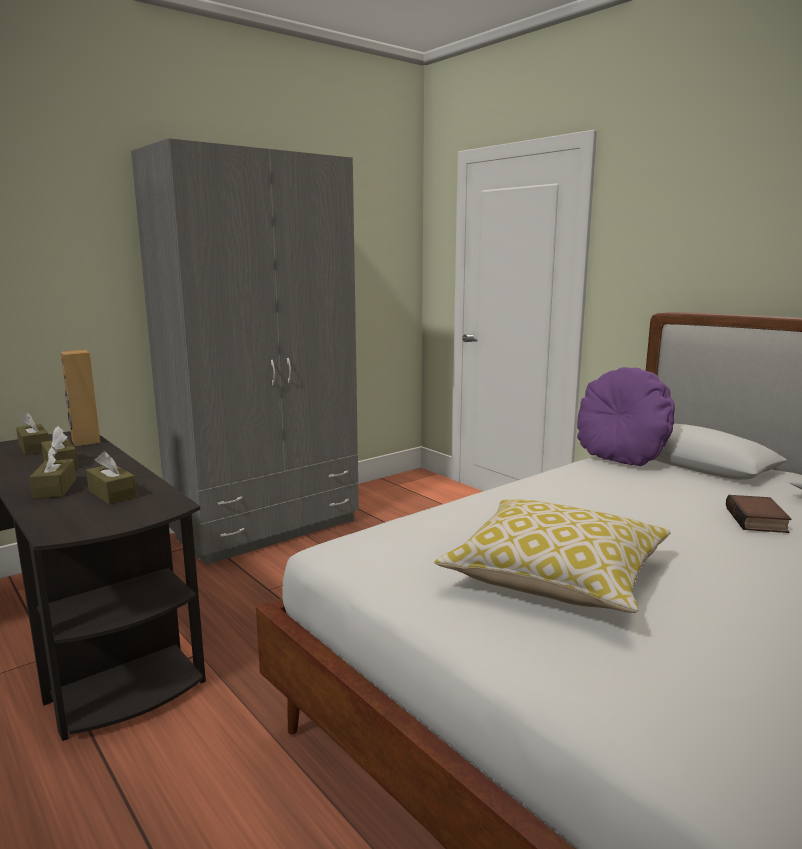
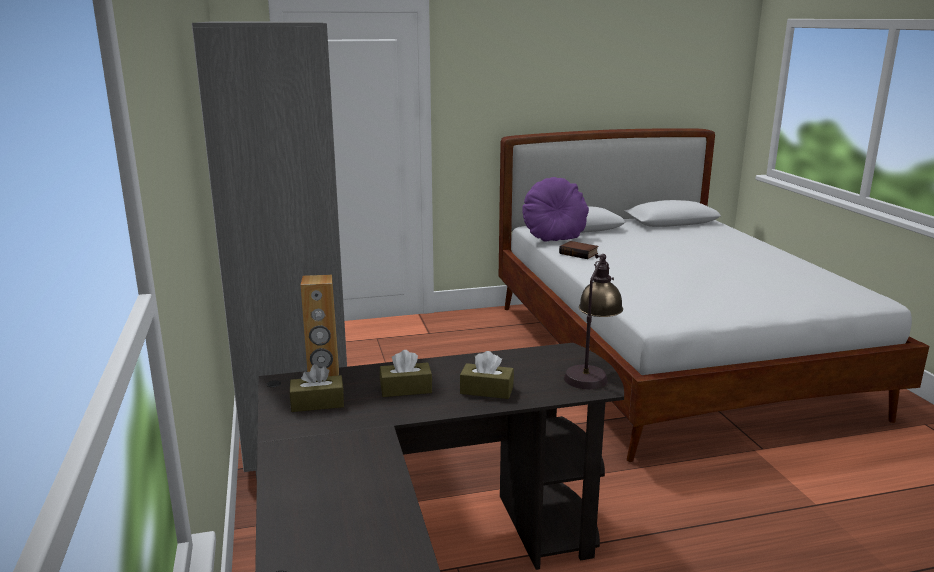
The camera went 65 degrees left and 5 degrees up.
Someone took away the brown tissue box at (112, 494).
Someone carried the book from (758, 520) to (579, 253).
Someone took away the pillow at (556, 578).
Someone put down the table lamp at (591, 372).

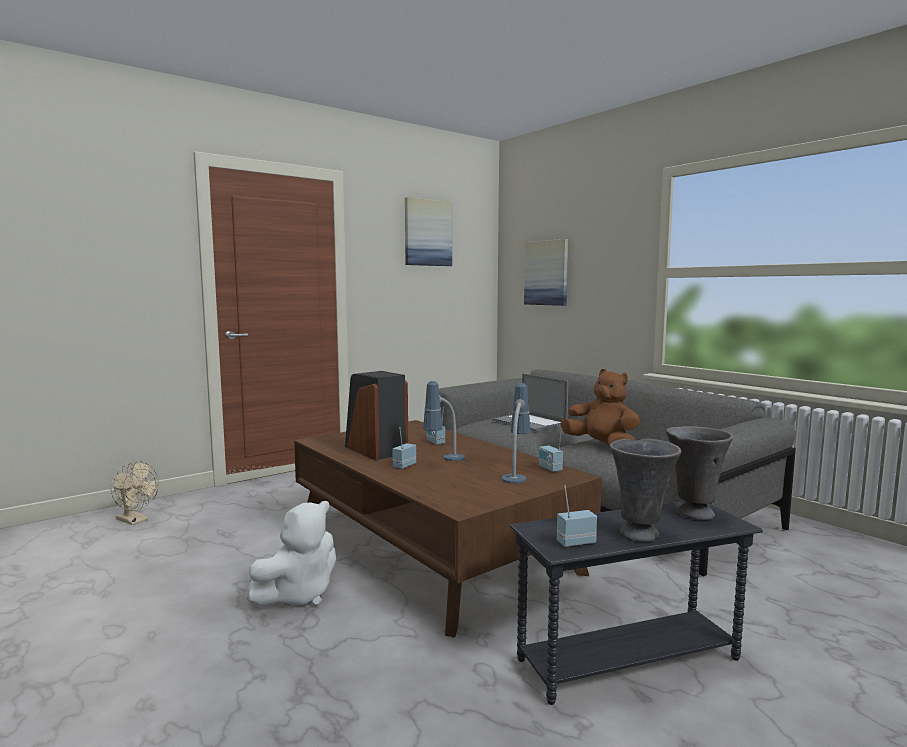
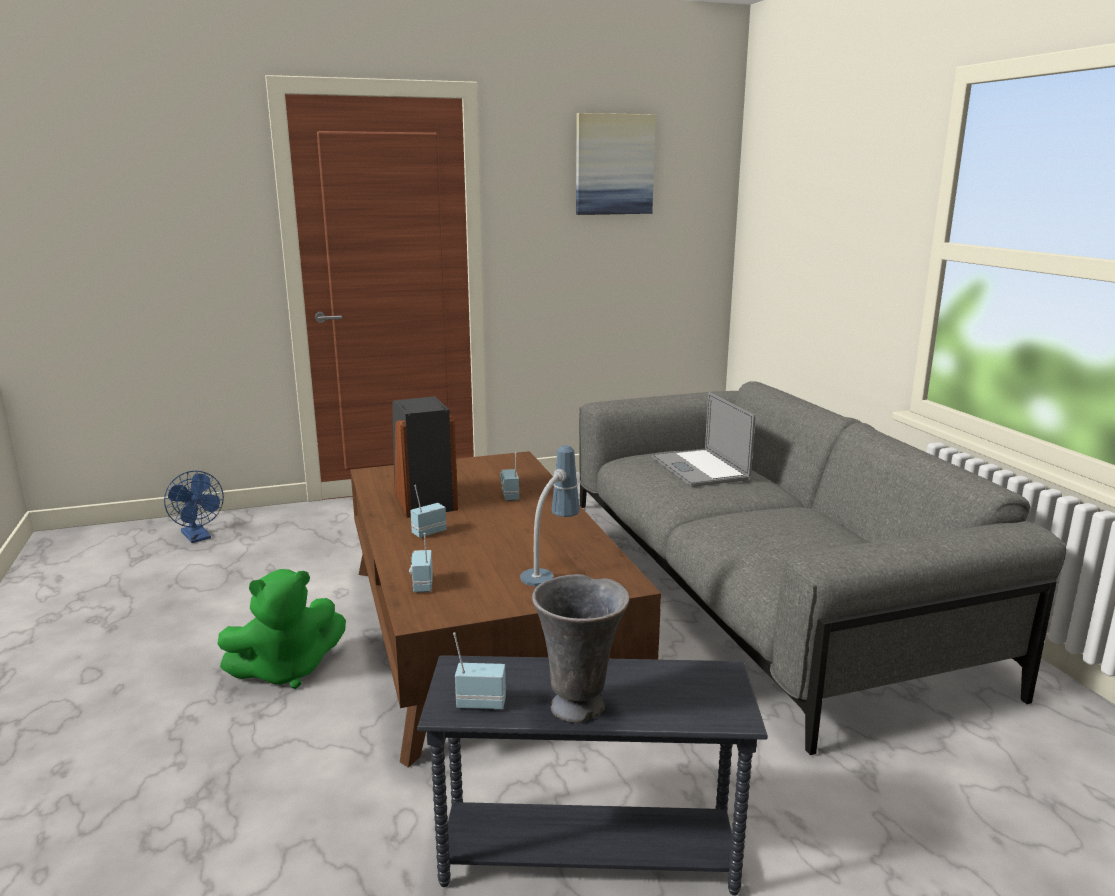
The camera went 20 degrees right and 10 degrees up.
Someone took away the picture at (546, 273).
Someone took away the brown plush toy at (602, 446).
Someone took away the table lamp at (444, 461).
Someone took away the grey vase at (693, 513).
Someone carried the radio from (549, 469) to (421, 585).
Someone repainted the beige fan at (135, 521), which became the blue fan at (198, 537).
Someone repainted the white plush toy at (298, 595), which became the green plush toy at (287, 670).

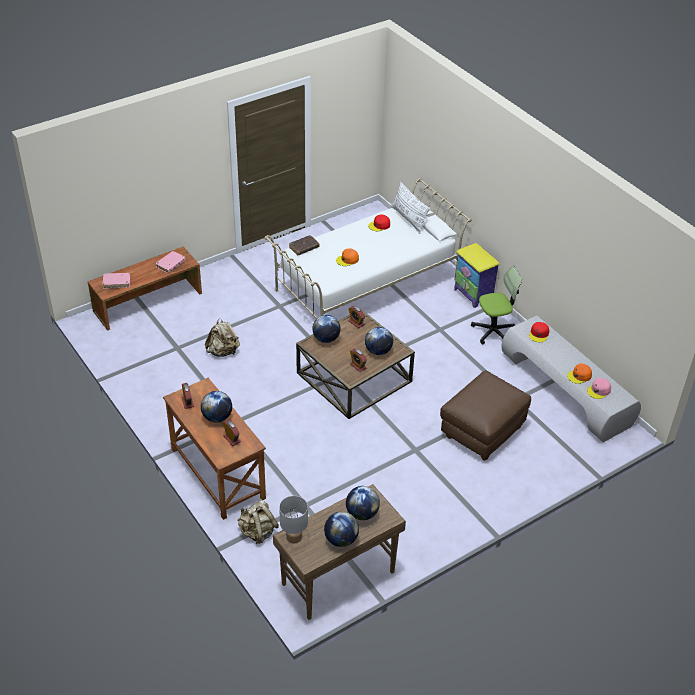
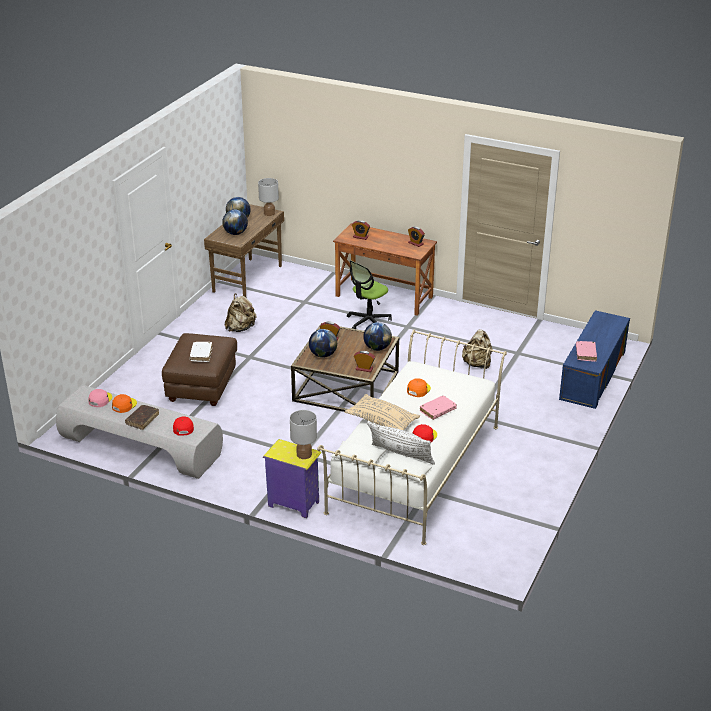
The camera went 150 degrees right and 10 degrees down.
Someone carried the brown book from (304, 248) to (142, 420).
Someone repainted the brown bench at (148, 301), which became the blue bench at (593, 375).
Someone carried the office chair from (494, 332) to (368, 322).
Someone carried the pink book from (116, 283) to (437, 411).
Someone took away the globe at (217, 417).
Someone carried the beige backpack from (257, 532) to (240, 328).
Someone put down the white book at (201, 354).
Someone put down the beige pillow at (382, 421).
Someone put down the grey table lamp at (304, 455).

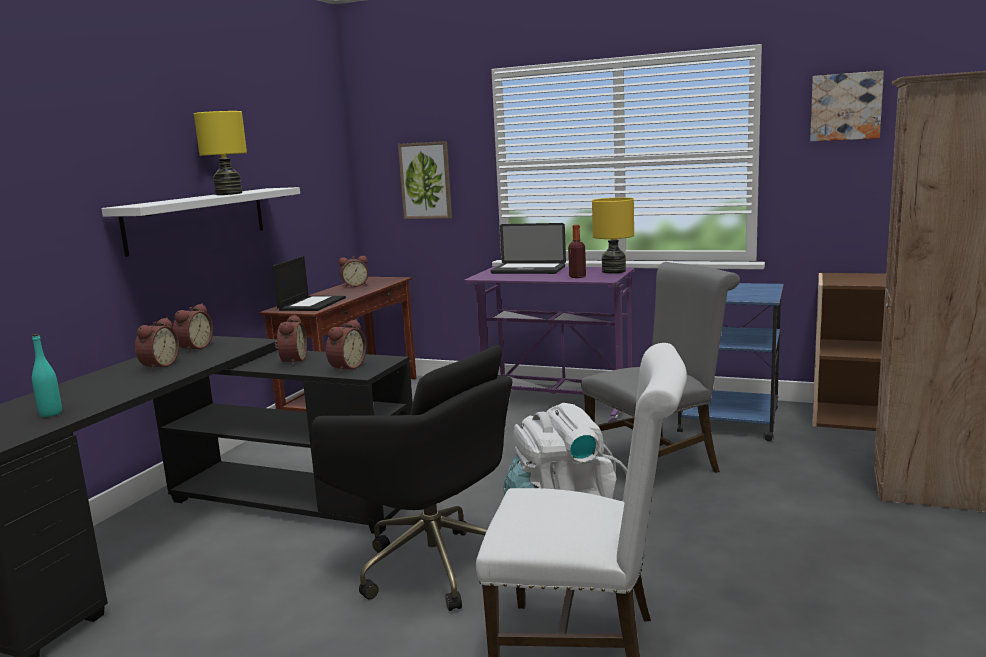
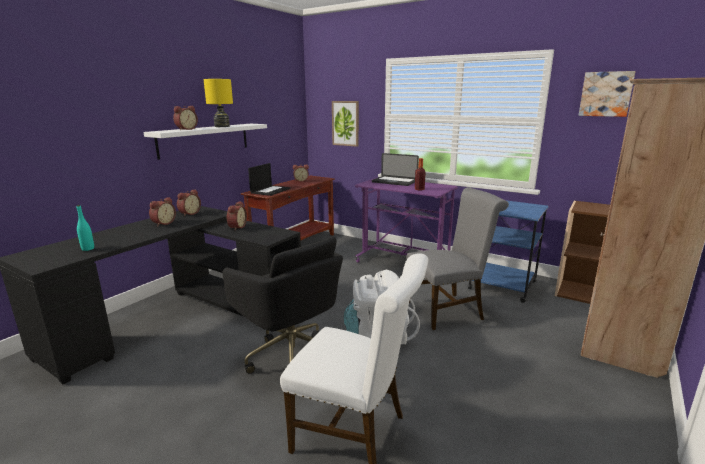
The camera went 10 degrees right and 5 degrees up.
Someone took away the yellow table lamp at (613, 271).
Someone carried the alarm clock from (346, 367) to (186, 129).

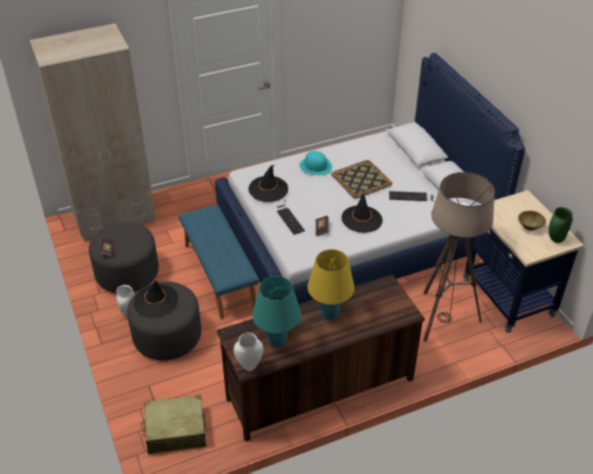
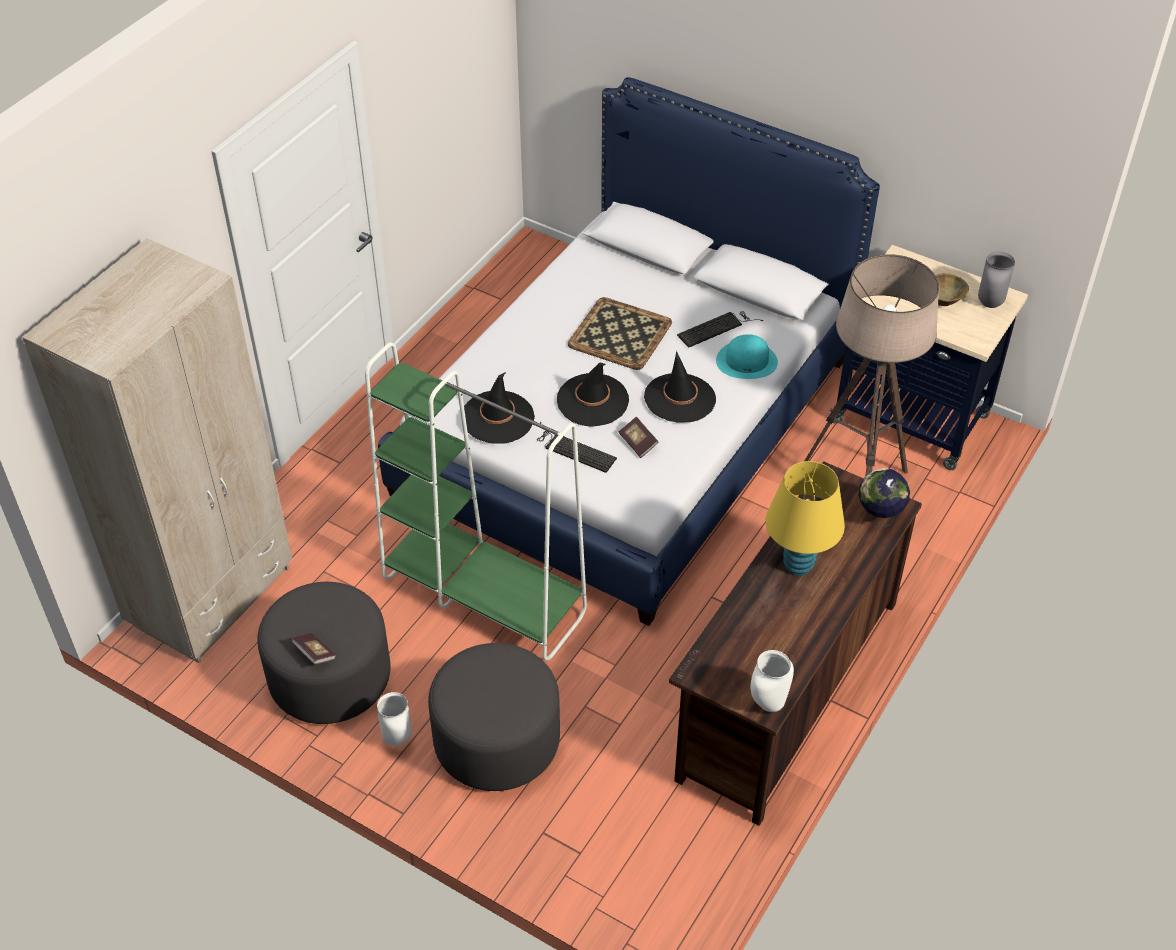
The camera went 35 degrees left and 5 degrees up.
Someone carried the turquoise hat from (316, 166) to (747, 361).
Someone swapped the blue bench at (220, 275) for the green clothes rack at (485, 598).
Someone repainted the green vase at (556, 240), which became the grey vase at (990, 304).
Someone took away the turquoise table lamp at (277, 341).
Someone carried the black hat from (156, 301) to (592, 400).
Someone took away the beige suitcase at (175, 431).
Someone put down the globe at (878, 518).

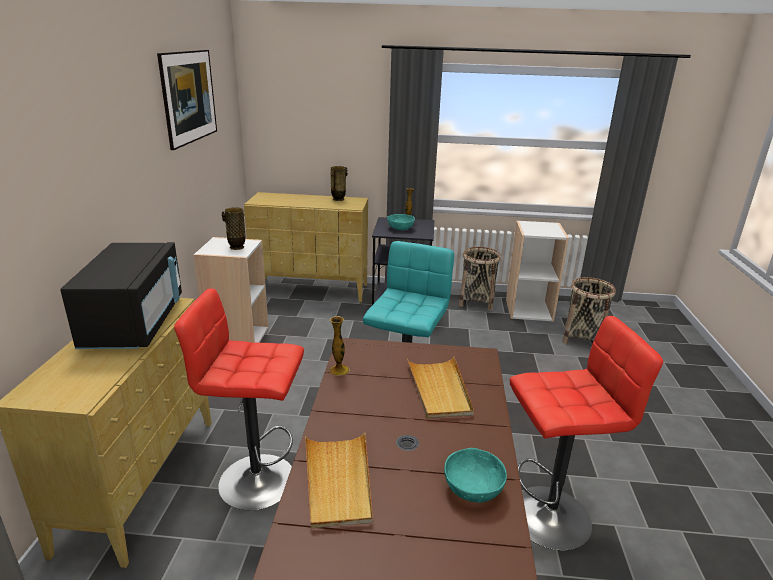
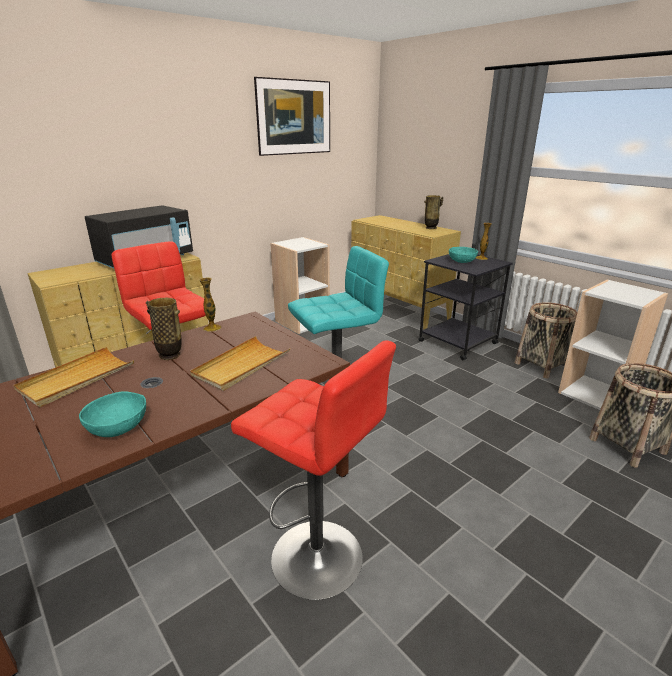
The camera went 45 degrees right and 0 degrees up.
Someone carried the vase from (236, 247) to (170, 355).

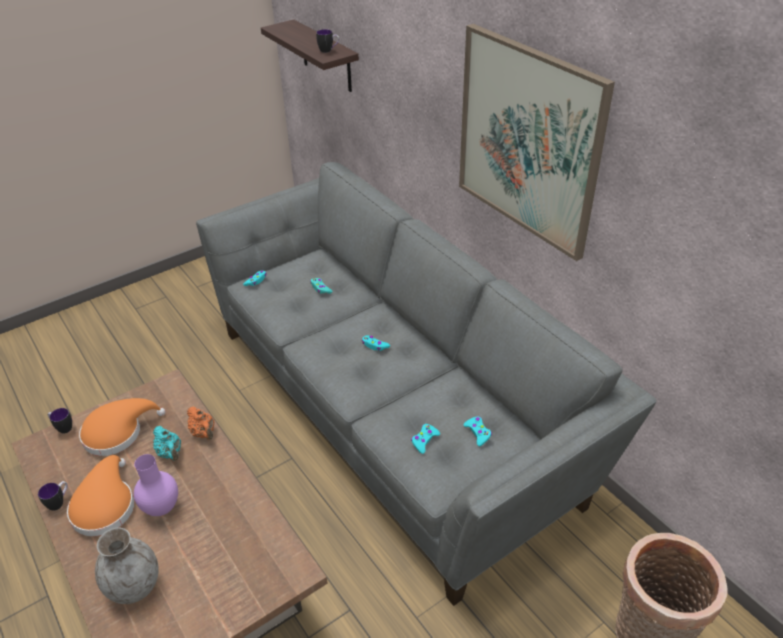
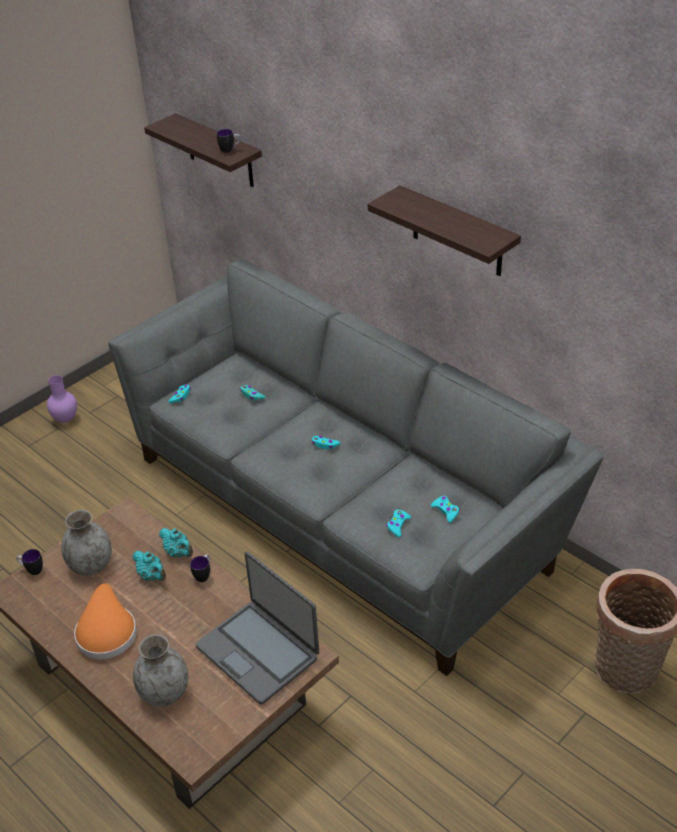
The camera went 10 degrees left and 0 degrees up.
Someone swapped the picture at (528, 141) for the shelf at (457, 232).
Someone swapped the orange hat at (117, 432) for the grey vase at (90, 565).
Someone repainted the orange teapot at (204, 433), which became the turquoise teapot at (178, 553).
Someone carried the purple vase from (162, 507) to (65, 419).
Someone carried the mug from (59, 502) to (203, 575).
Someone put down the laptop at (258, 652).

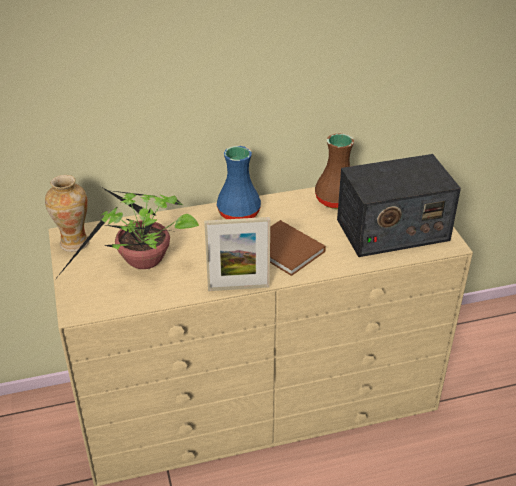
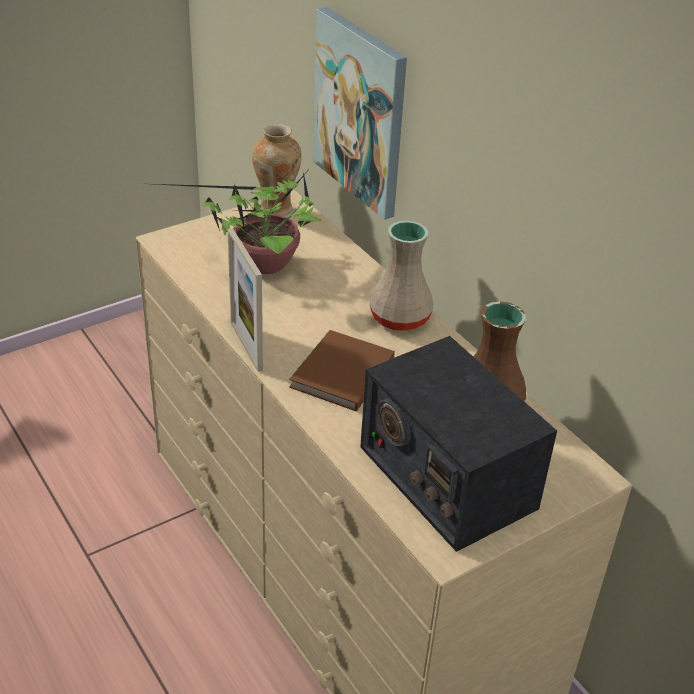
The camera went 70 degrees right and 0 degrees up.
Someone repainted the blue vase at (238, 213), which became the beige vase at (401, 318).
Someone put up the picture at (360, 112).

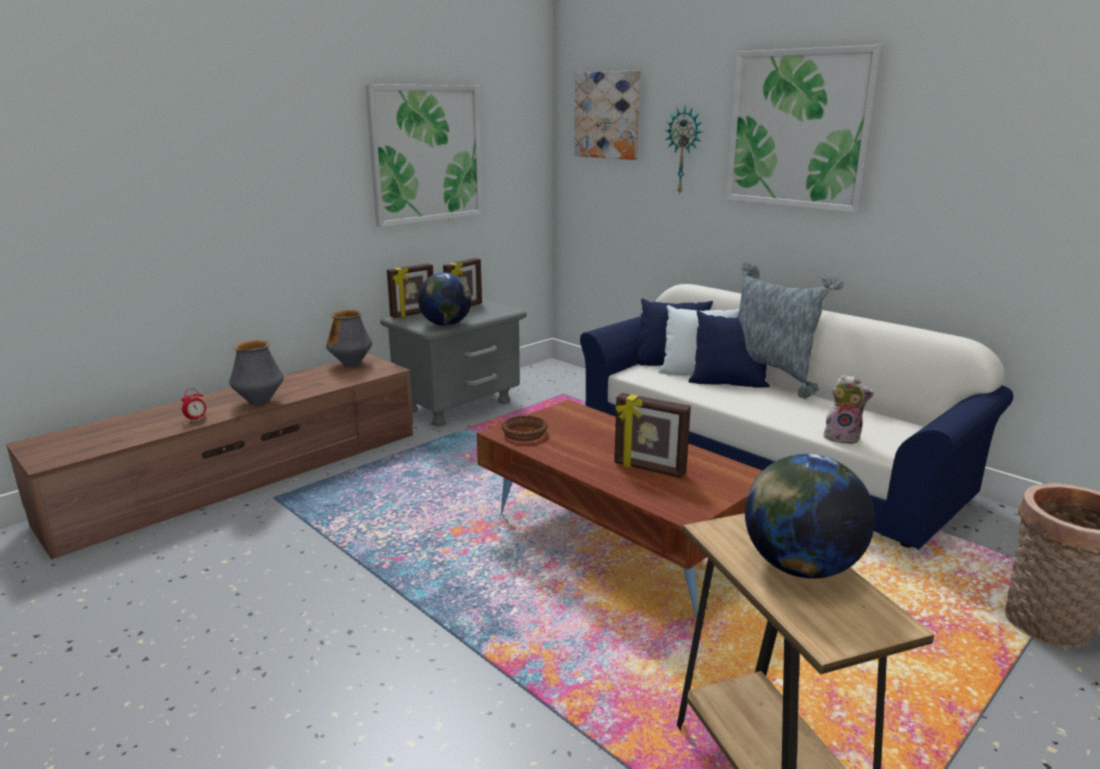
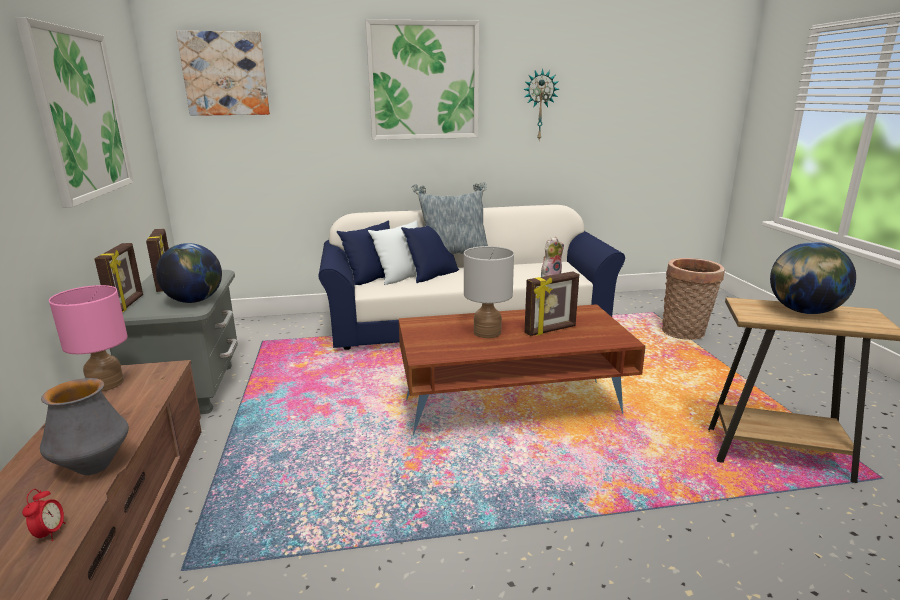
The camera went 55 degrees left and 0 degrees up.
Someone carried the wall clock from (684, 150) to (539, 105).
Someone swapped the vase at (351, 364) for the pink table lamp at (107, 384).
Someone took away the brown bowl at (524, 434).
Someone put down the grey table lamp at (487, 332).

